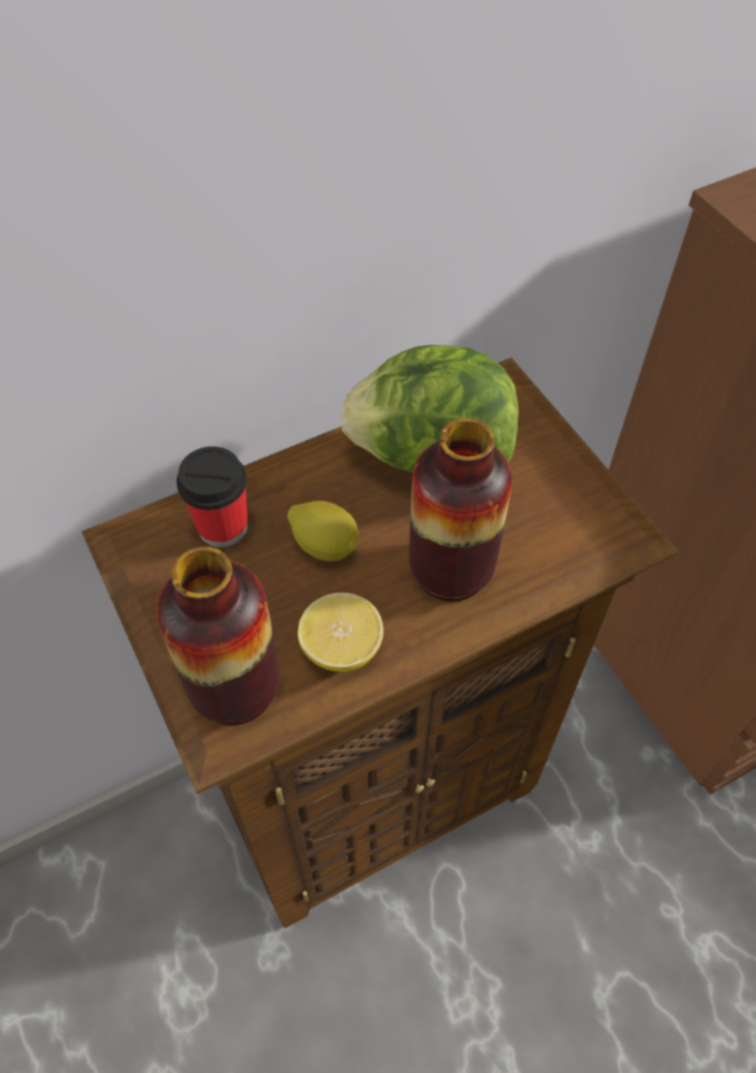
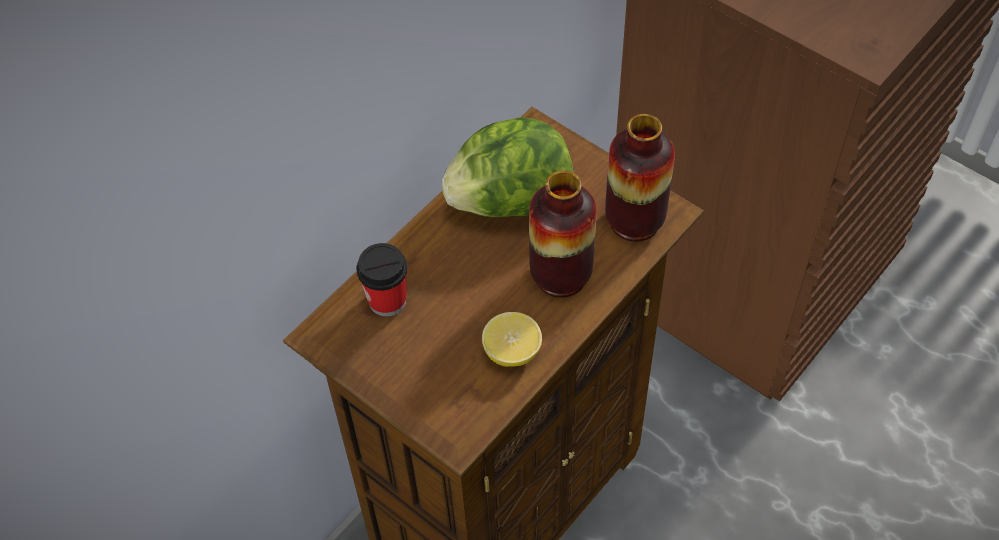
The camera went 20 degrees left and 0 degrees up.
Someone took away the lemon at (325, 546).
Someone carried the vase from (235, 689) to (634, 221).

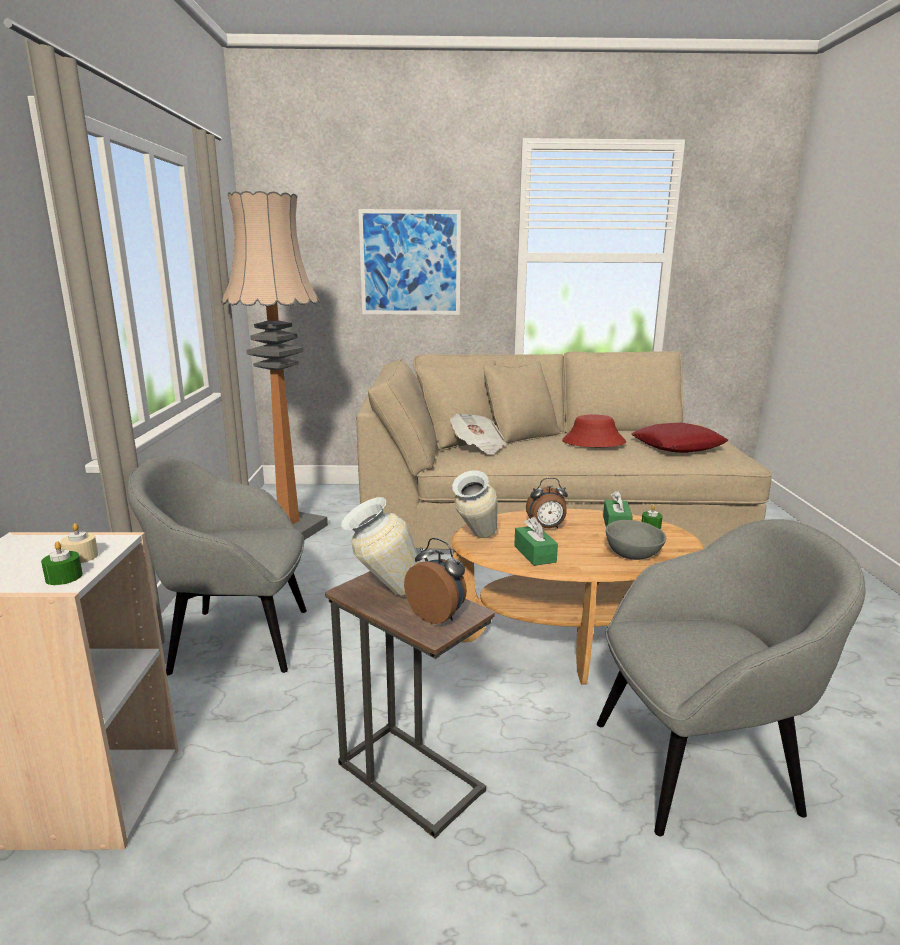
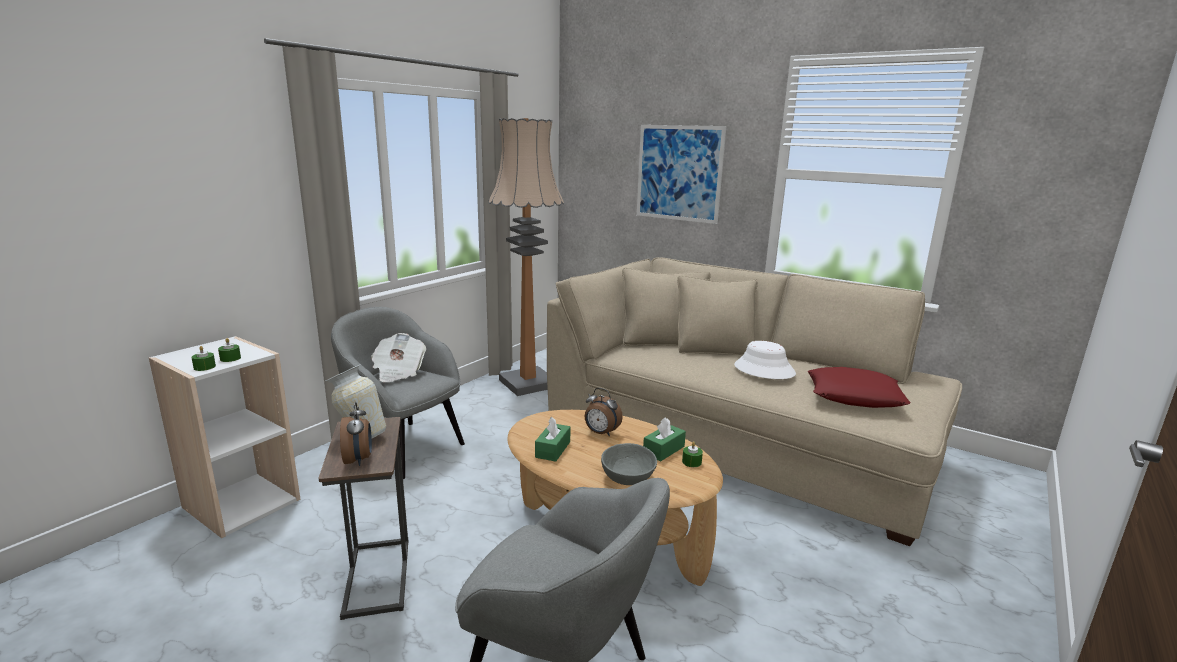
The camera went 35 degrees right and 0 degrees up.
Someone carried the newspaper from (478, 447) to (398, 371).
Someone repainted the red hat at (593, 442), which became the white hat at (764, 370).
Someone took away the vase at (474, 541).
Someone repainted the beige candle at (81, 557), which became the green candle at (230, 358).

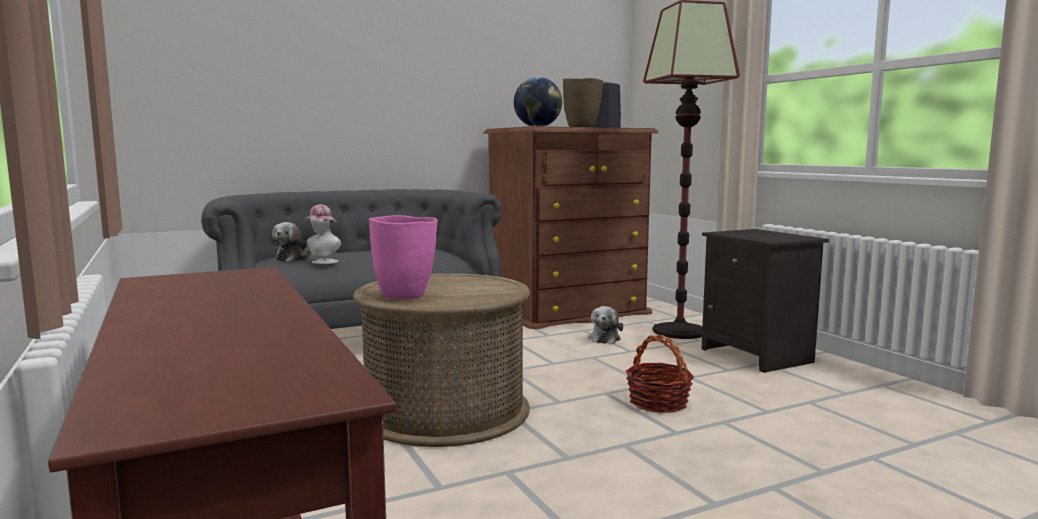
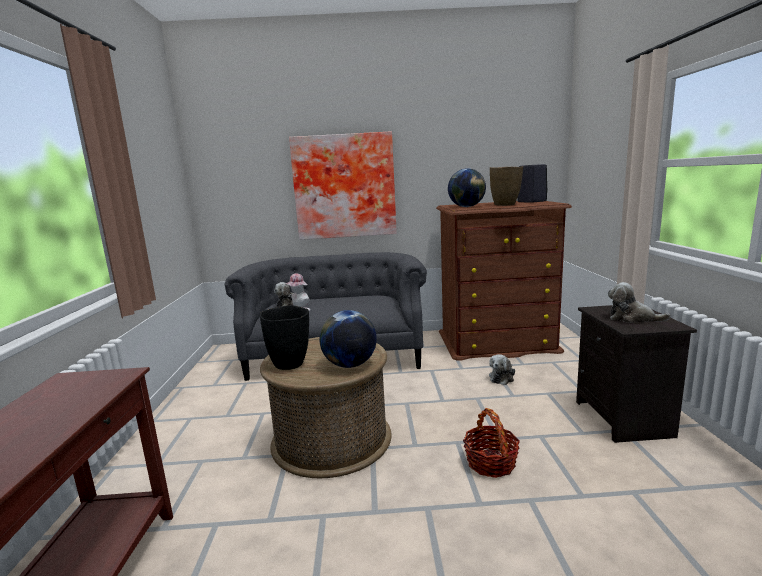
The camera went 25 degrees right and 5 degrees up.
Someone took away the floor lamp at (679, 331).
Someone repainted the pink vase at (405, 295), which became the black vase at (290, 364).
Someone put up the picture at (344, 186).
Someone put down the plush toy at (632, 318).
Someone put down the globe at (350, 365).

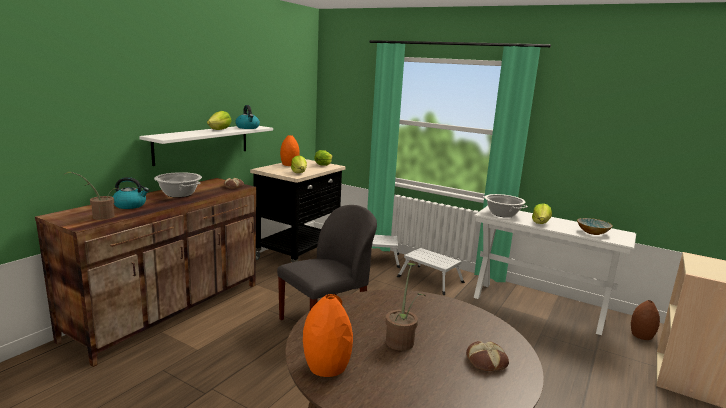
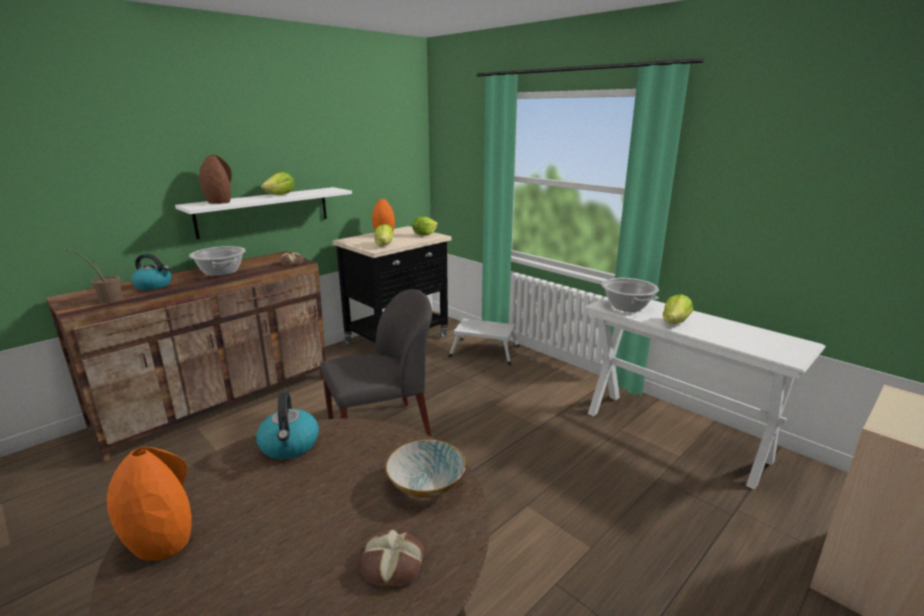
The camera went 15 degrees right and 5 degrees up.
Someone carried the kettle from (248, 127) to (290, 445).
Someone carried the bowl from (593, 232) to (427, 484).
Someone took away the white step ladder at (430, 279).
Someone took away the potted plant at (401, 340).
Someone carried the brown vase from (640, 335) to (219, 202).

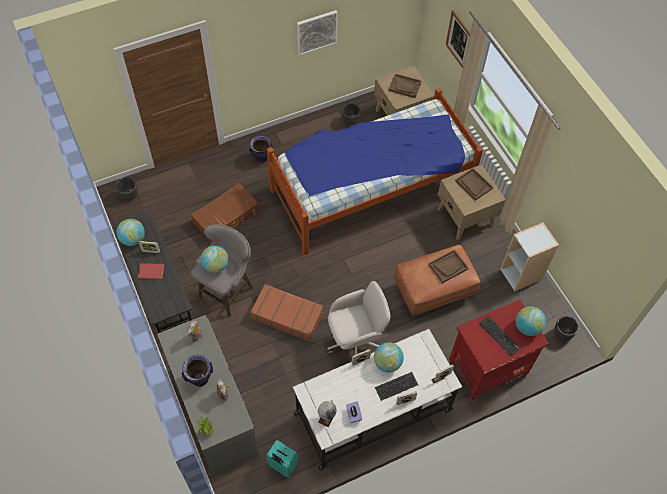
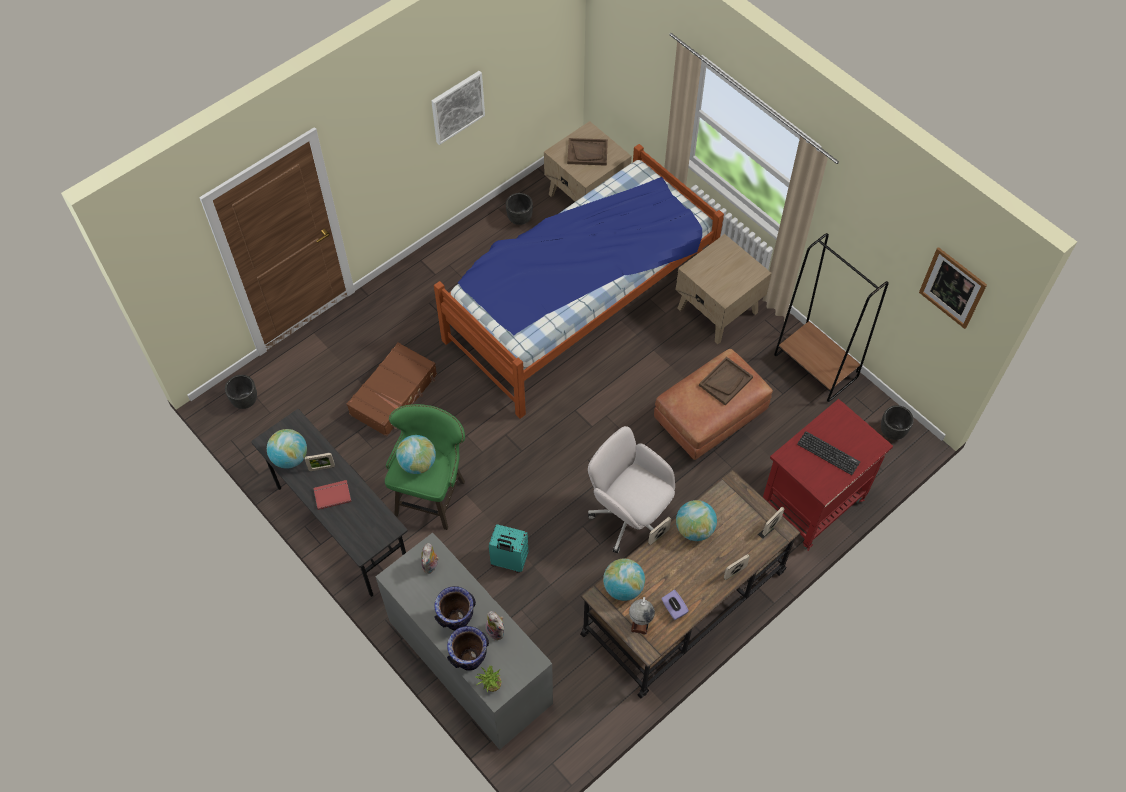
The camera went 15 degrees left and 0 degrees up.
Someone carried the picture from (459, 40) to (952, 287).
Someone carried the vase from (261, 157) to (469, 659).
Someone took away the brown tray at (473, 185).
Someone swapped the bookcase at (521, 274) for the clothes rack at (815, 367).
Someone repainted the grey stool at (227, 290), which became the green stool at (431, 495).
Someone rotated the white office chair at (355, 343) by 105 degrees counterclockwise.
Someone took away the brown suitcase at (287, 315).
Someone carried the globe from (527, 327) to (623, 587).
Someone repainted the white desk at (373, 412), which became the brown desk at (684, 602).
Someone took away the keyboard at (396, 386).
Someone carried the turquoise suitcase from (282, 466) to (509, 561).

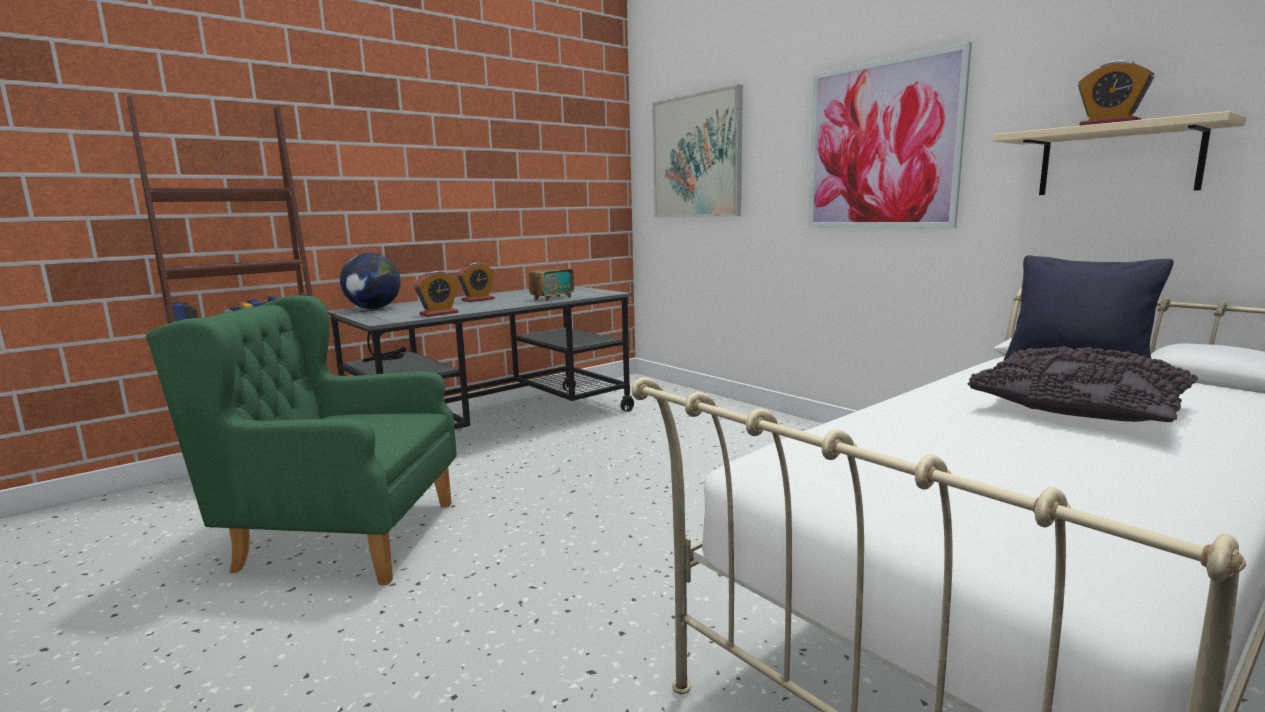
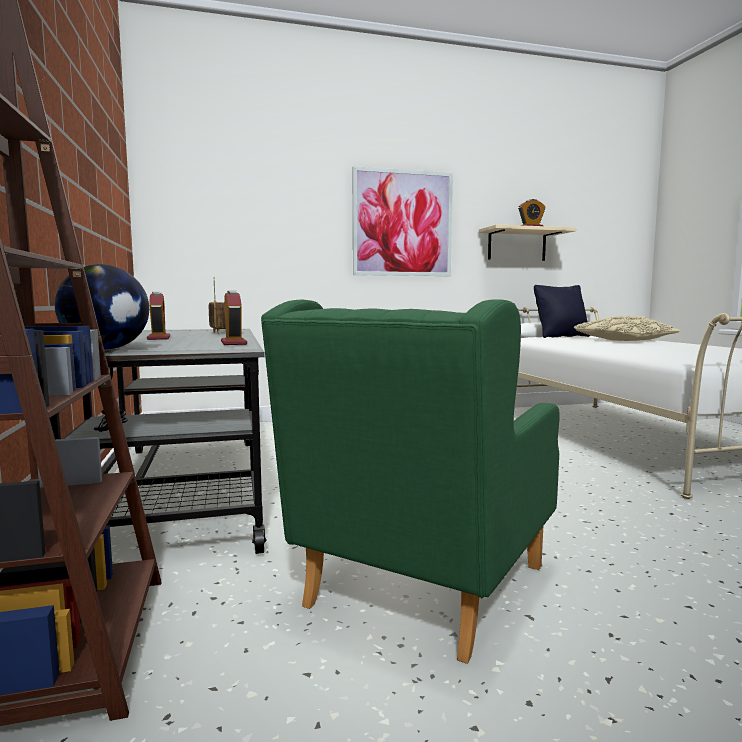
The camera went 65 degrees left and 5 degrees down.
Someone took away the picture at (696, 156).
Someone repainted the black pillow at (1078, 408), which became the beige pillow at (623, 340).

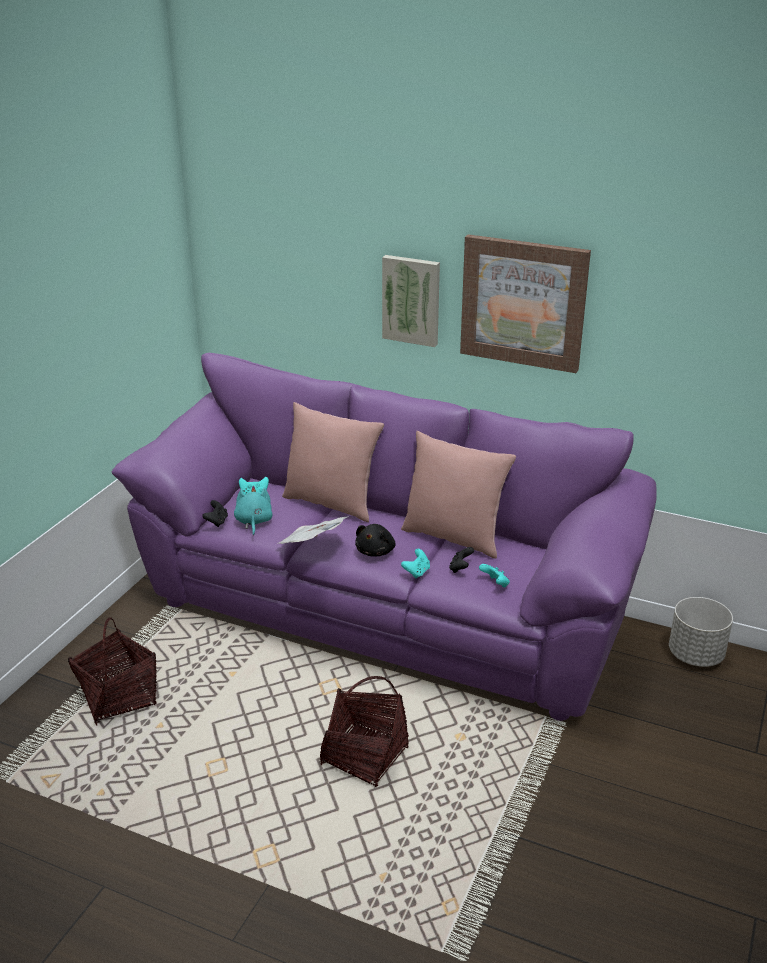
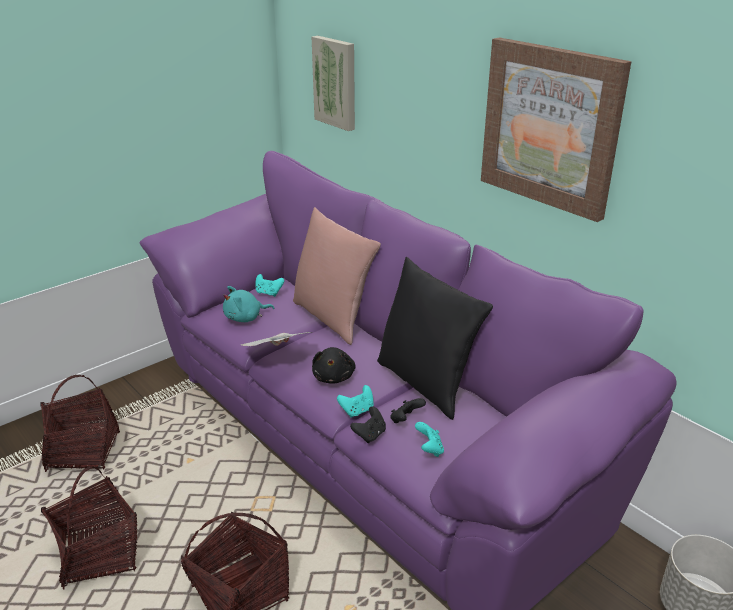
The camera went 25 degrees right and 0 degrees up.
Someone carried the picture from (411, 300) to (336, 82).
Someone repainted the pink pillow at (454, 537), which became the black pillow at (426, 383).
Someone rotated the turquoise plush toy at (253, 522) by 135 degrees counterclockwise.
Someone carried the black game controller from (216, 522) to (370, 435).
Someone rotated the black plush toy at (376, 551) by 45 degrees counterclockwise.
Someone put down the basket at (100, 554).

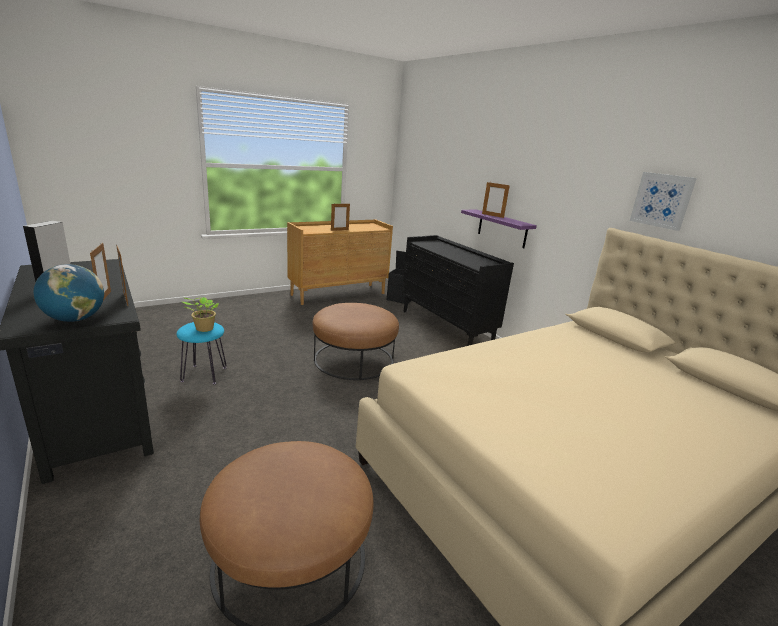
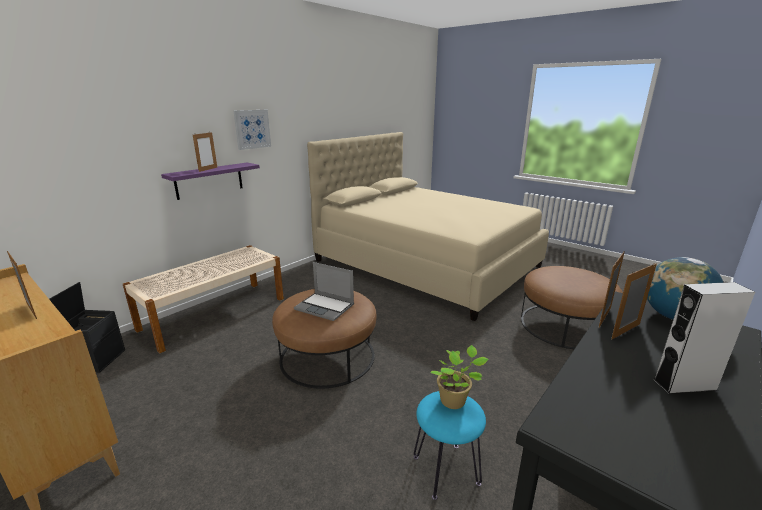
The camera went 105 degrees left and 0 degrees up.
Someone carried the picture from (662, 200) to (252, 129).
Someone swapped the black dresser at (446, 327) for the beige bench at (214, 313).
Someone put down the laptop at (325, 307).

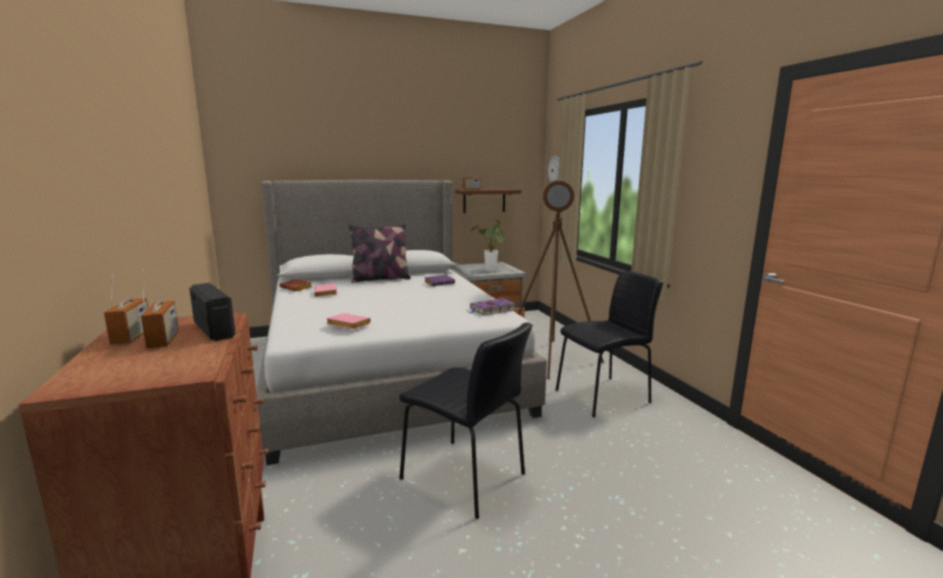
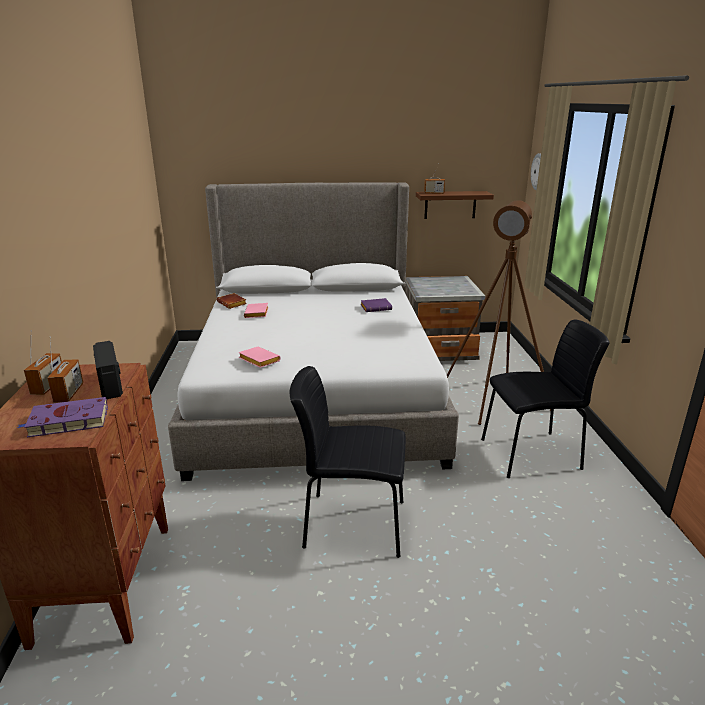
The camera went 15 degrees right and 10 degrees up.
Someone took away the potted plant at (490, 271).
Someone took away the pillow at (380, 279).
Someone carried the purple book from (491, 310) to (66, 422).
Someone rotated the black chair at (466, 478) by 135 degrees clockwise.

